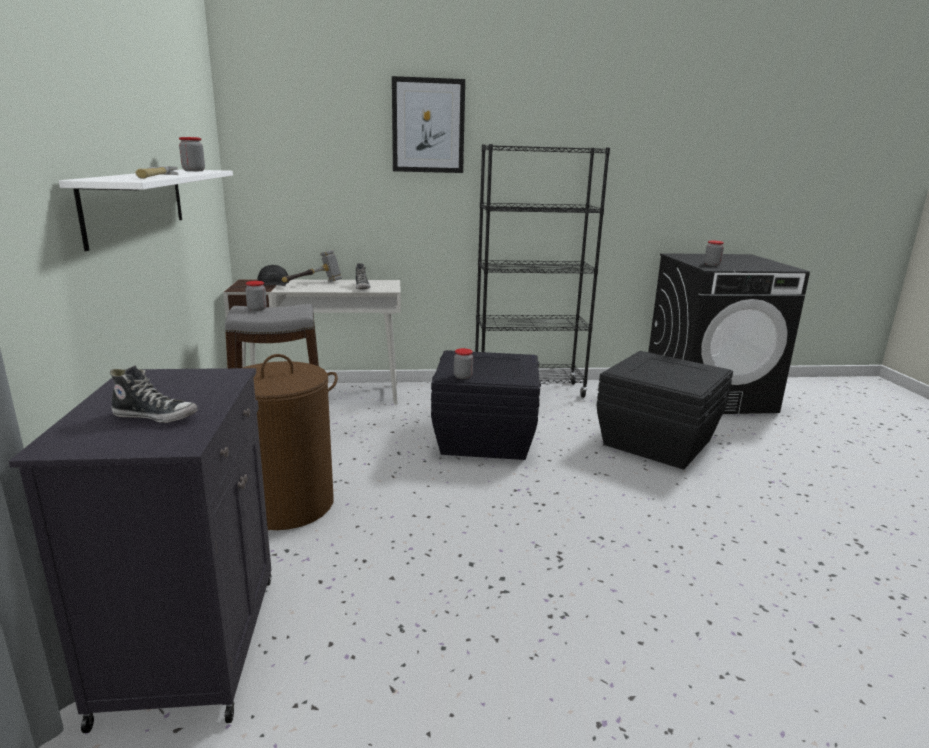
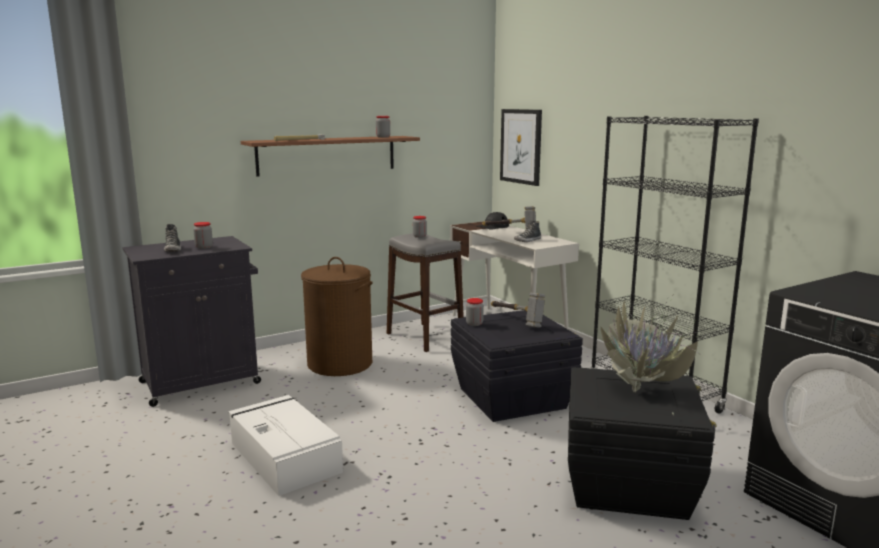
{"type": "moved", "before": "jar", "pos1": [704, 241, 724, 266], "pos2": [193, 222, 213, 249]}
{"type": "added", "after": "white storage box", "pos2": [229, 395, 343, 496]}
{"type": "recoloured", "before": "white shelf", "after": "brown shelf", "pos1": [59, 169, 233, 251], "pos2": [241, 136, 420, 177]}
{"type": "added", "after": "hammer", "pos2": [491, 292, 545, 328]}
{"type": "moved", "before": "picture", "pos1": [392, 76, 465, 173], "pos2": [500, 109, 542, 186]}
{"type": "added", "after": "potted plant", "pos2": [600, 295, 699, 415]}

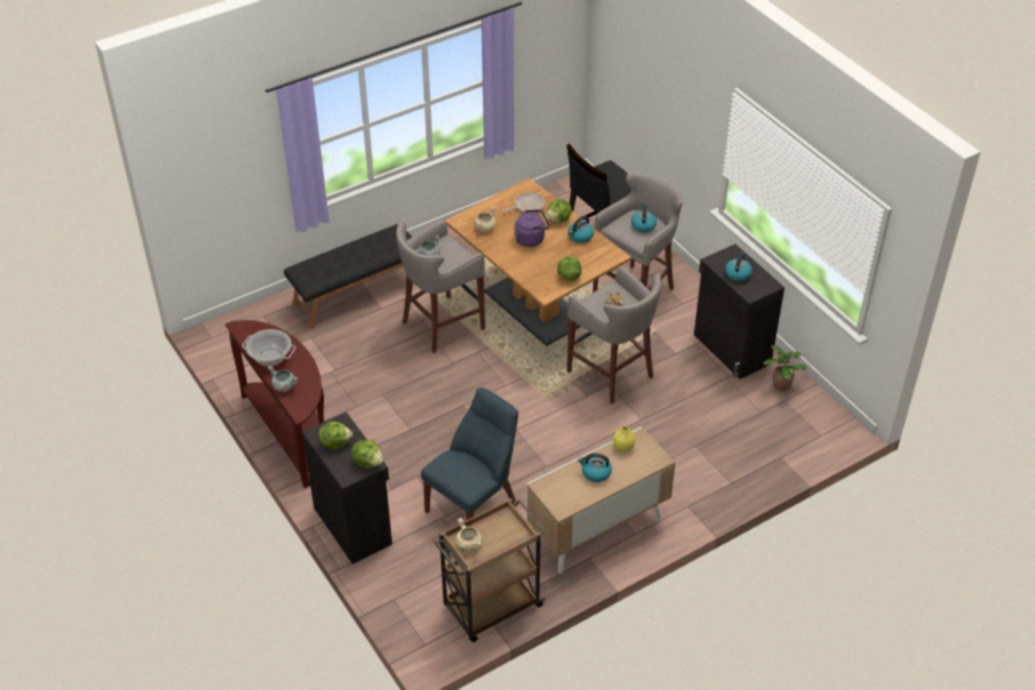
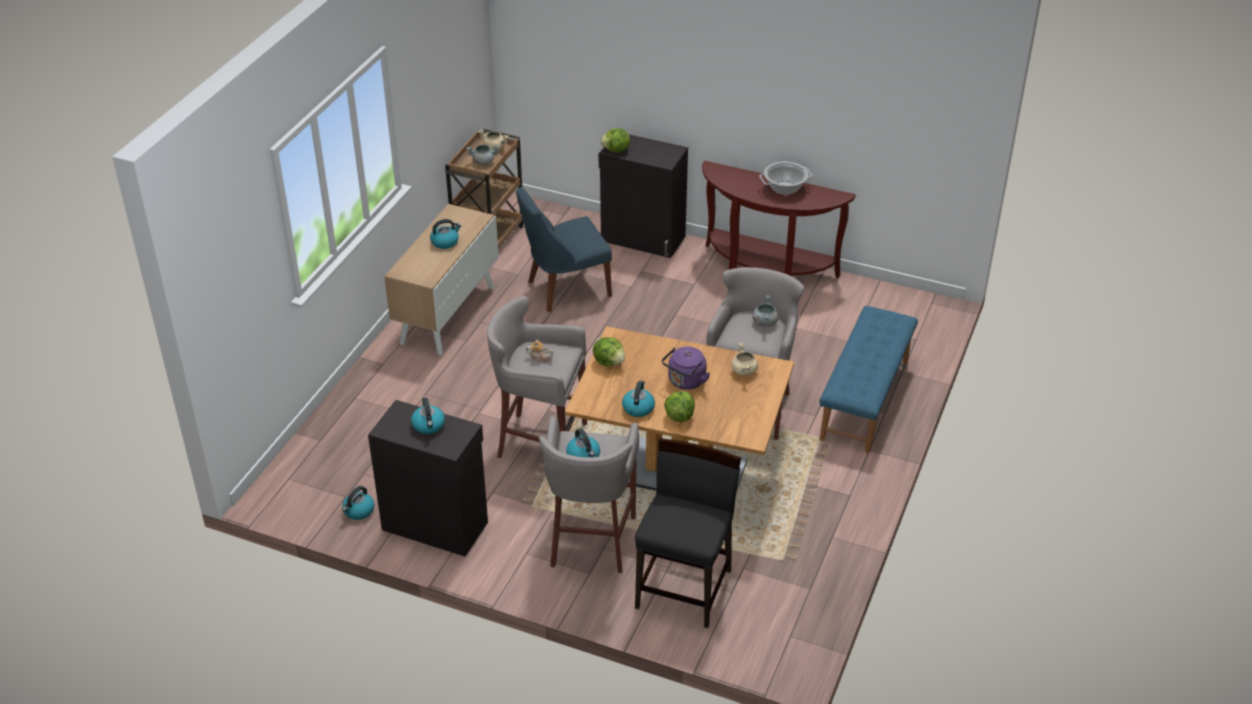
{"type": "replaced", "before": "potted plant", "after": "kettle", "pos1": [763, 345, 807, 391], "pos2": [342, 486, 374, 520]}
{"type": "moved", "before": "grey cooking pot", "pos1": [268, 366, 298, 392], "pos2": [466, 145, 499, 165]}
{"type": "turned", "before": "blue chair", "pos1": [421, 387, 518, 520], "pos2": [516, 187, 612, 312], "turn": 60}
{"type": "recoloured", "before": "black bench", "after": "blue bench", "pos1": [284, 224, 412, 329], "pos2": [819, 306, 918, 453]}
{"type": "removed", "before": "lettuce", "pos1": [319, 421, 353, 449]}
{"type": "removed", "before": "frying pan", "pos1": [502, 192, 545, 213]}
{"type": "removed", "before": "yellow vase", "pos1": [613, 426, 636, 452]}

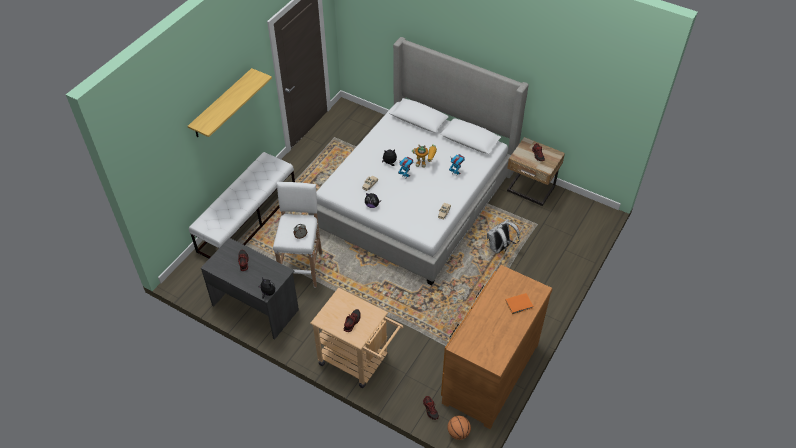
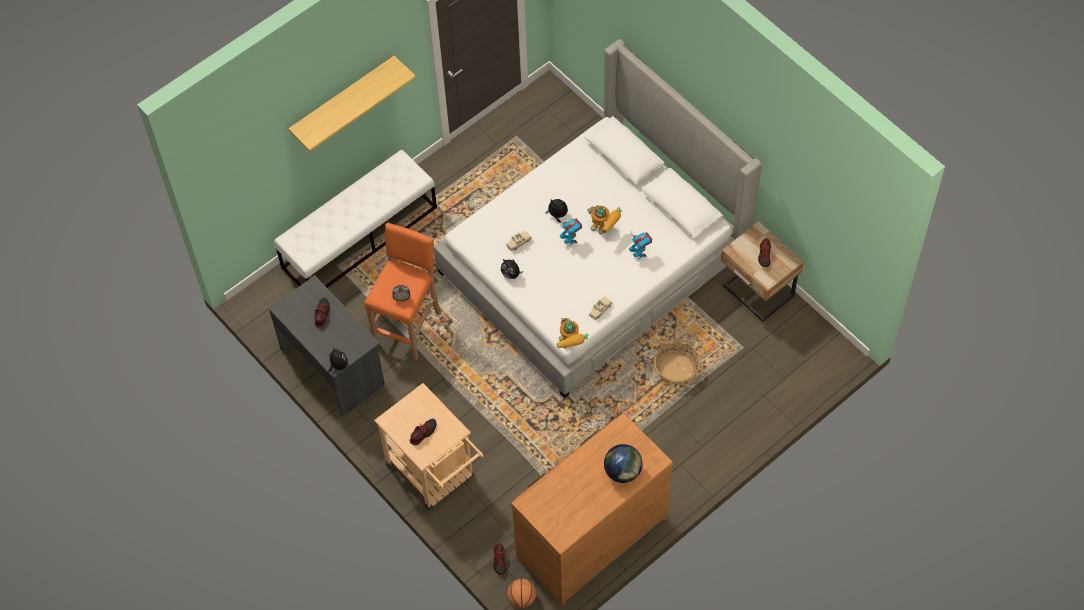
{"type": "recoloured", "before": "white stool", "after": "orange stool", "pos1": [273, 182, 322, 288], "pos2": [364, 222, 440, 360]}
{"type": "added", "after": "toy robot", "pos2": [557, 318, 588, 348]}
{"type": "replaced", "before": "orange book", "after": "globe", "pos1": [505, 293, 534, 314], "pos2": [604, 444, 643, 483]}
{"type": "replaced", "before": "white backpack", "after": "basket", "pos1": [487, 219, 520, 254], "pos2": [654, 341, 700, 384]}

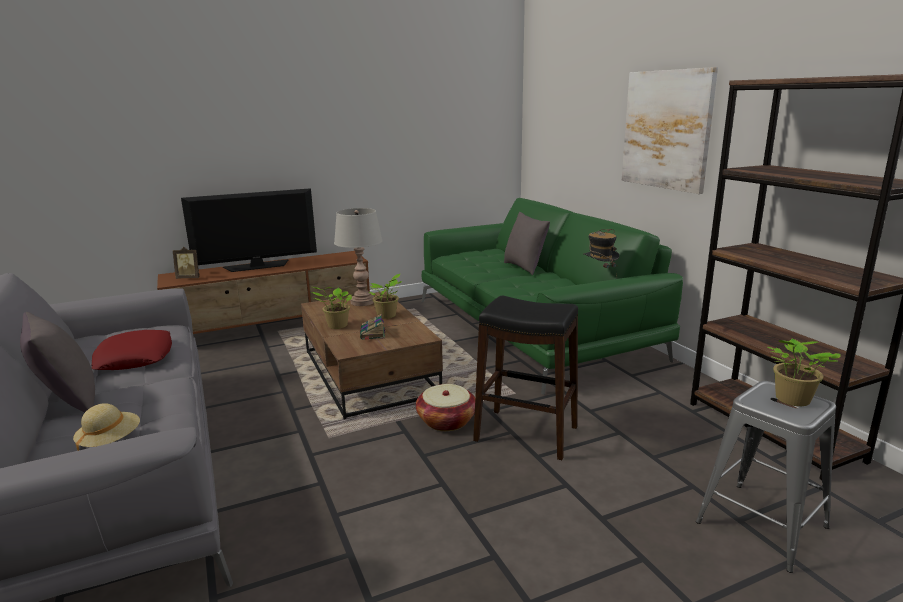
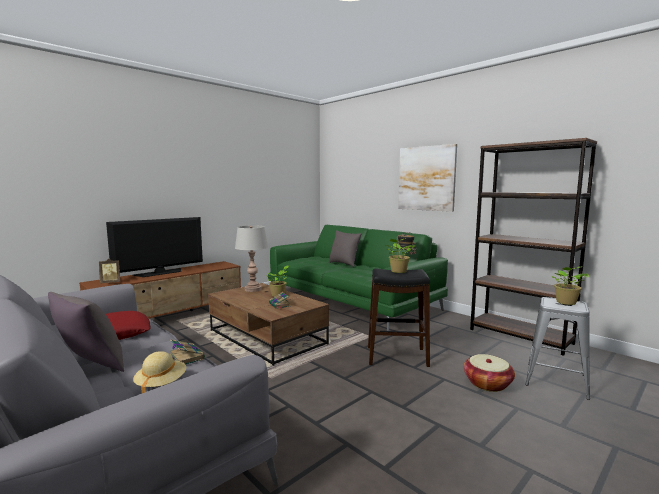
{"type": "added", "after": "book", "pos2": [170, 339, 205, 364]}
{"type": "moved", "before": "potted plant", "pos1": [312, 287, 352, 329], "pos2": [386, 238, 415, 273]}
{"type": "moved", "before": "basket", "pos1": [416, 384, 475, 431], "pos2": [463, 354, 515, 392]}

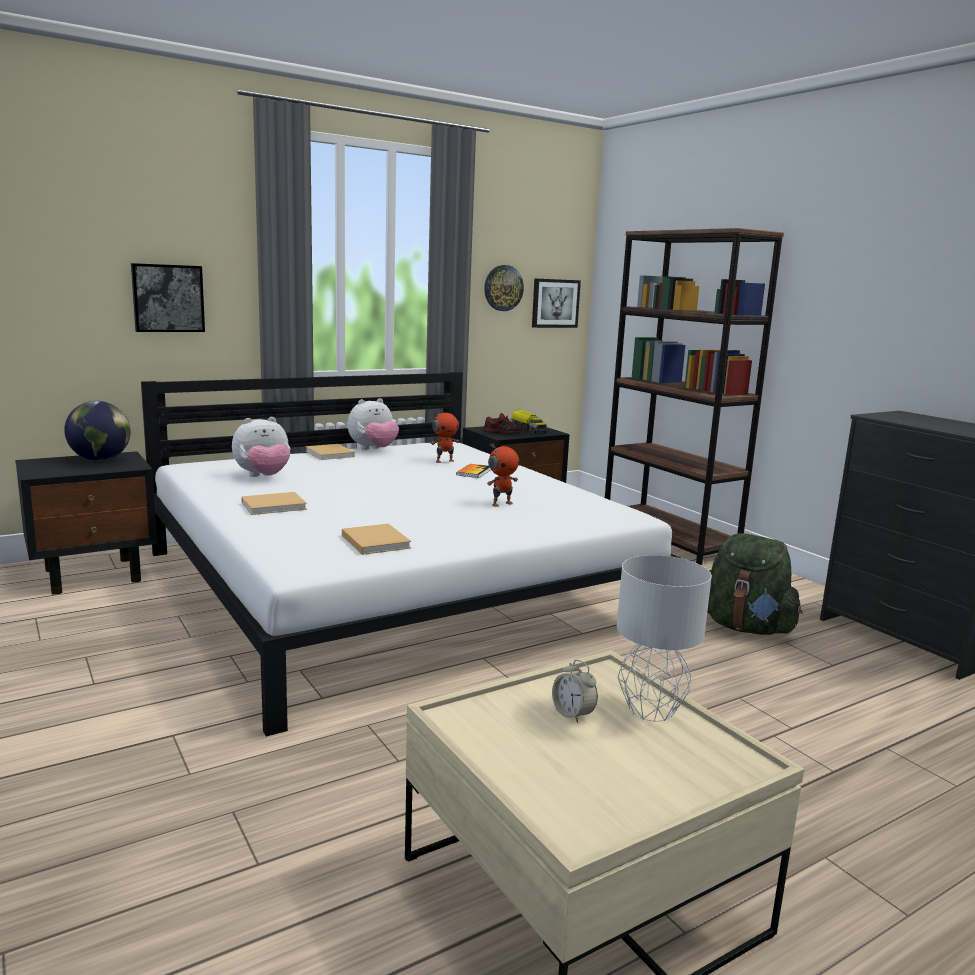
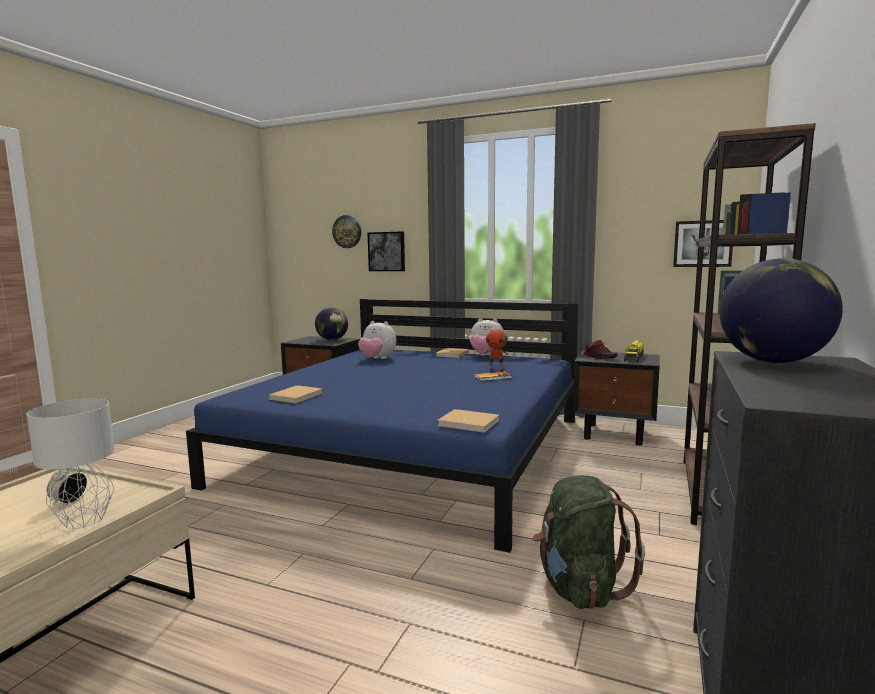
{"type": "recoloured", "before": "white bed", "after": "blue bed", "pos1": [141, 372, 680, 737], "pos2": [186, 299, 578, 553]}
{"type": "moved", "before": "wall clock", "pos1": [484, 265, 524, 311], "pos2": [332, 215, 361, 248]}
{"type": "moved", "before": "beige book", "pos1": [241, 492, 307, 515], "pos2": [437, 409, 499, 433]}
{"type": "added", "after": "globe", "pos2": [719, 258, 843, 363]}
{"type": "removed", "before": "toy robot", "pos1": [487, 444, 519, 507]}

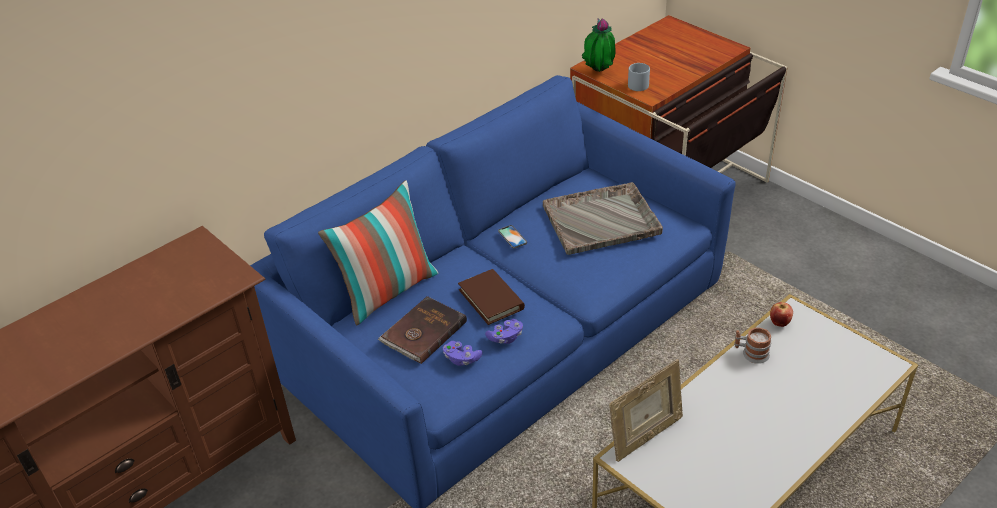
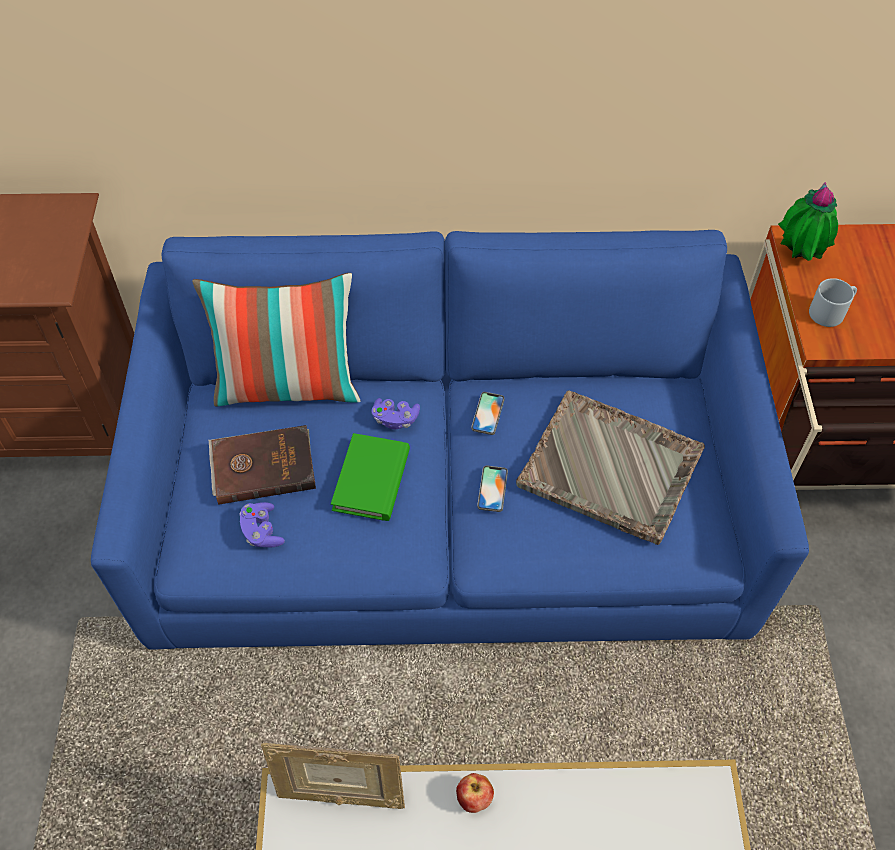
{"type": "recoloured", "before": "brown book", "after": "green book", "pos1": [458, 269, 525, 325], "pos2": [331, 433, 410, 521]}
{"type": "moved", "before": "purple game controller", "pos1": [485, 319, 523, 344], "pos2": [372, 398, 420, 429]}
{"type": "moved", "before": "apple", "pos1": [770, 302, 793, 327], "pos2": [456, 773, 494, 813]}
{"type": "added", "after": "phone", "pos2": [477, 466, 508, 512]}
{"type": "removed", "before": "mug", "pos1": [734, 327, 771, 364]}

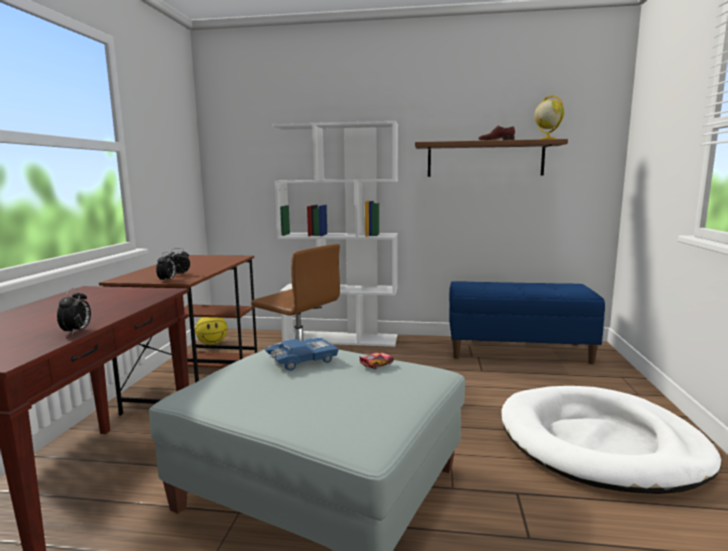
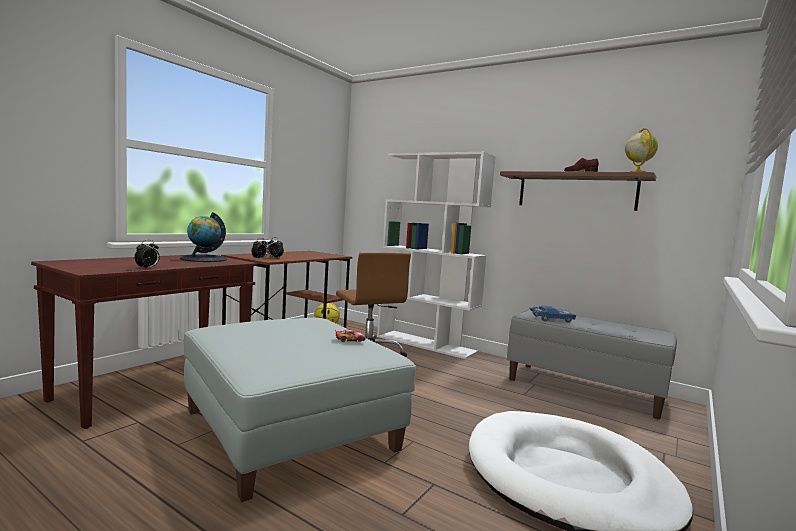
{"type": "added", "after": "globe", "pos2": [180, 212, 227, 262]}
{"type": "recoloured", "before": "blue bench", "after": "grey bench", "pos1": [449, 281, 605, 364], "pos2": [507, 309, 677, 419]}
{"type": "moved", "before": "blue toy car", "pos1": [264, 338, 339, 371], "pos2": [530, 305, 577, 323]}

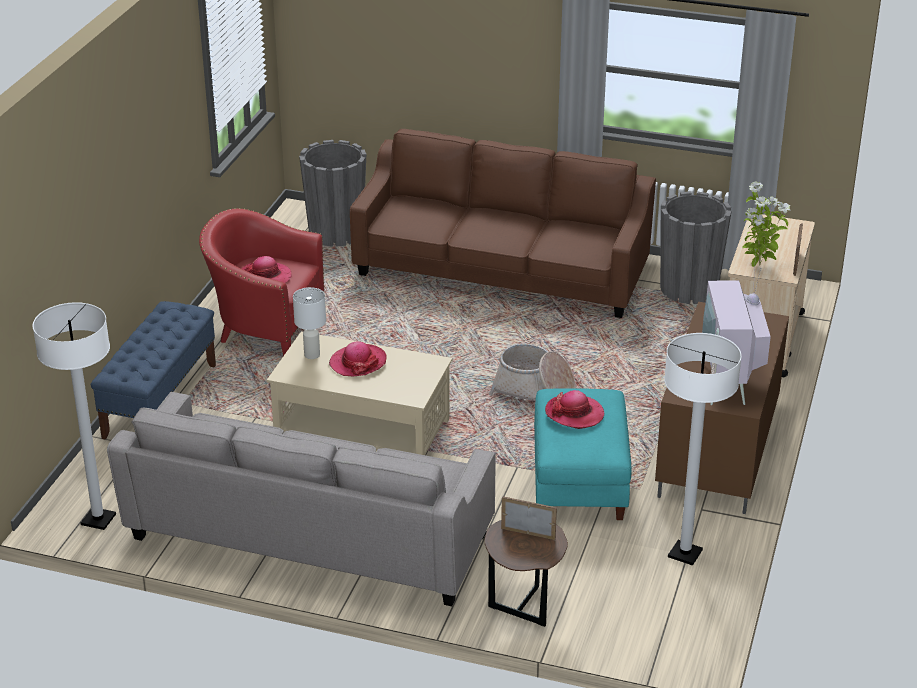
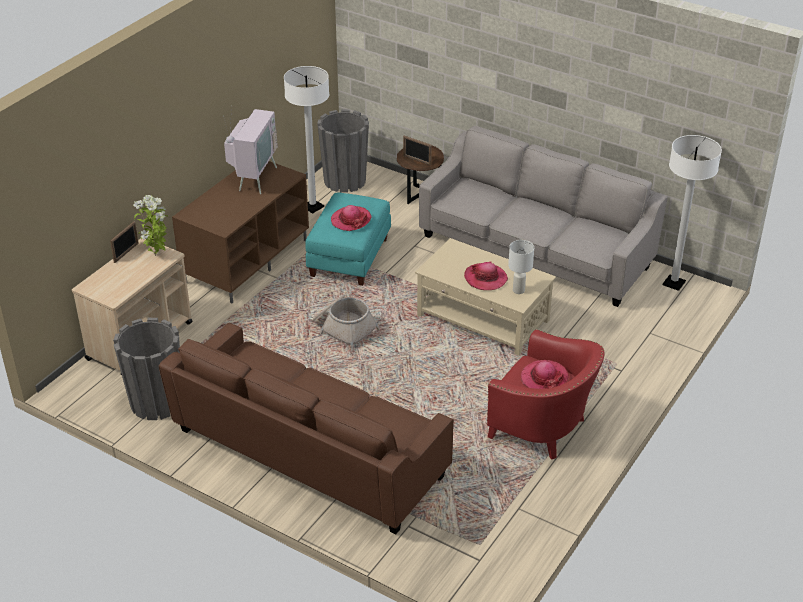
{"type": "moved", "before": "grey planter", "pos1": [299, 140, 366, 247], "pos2": [317, 109, 369, 193]}
{"type": "removed", "before": "blue bench", "pos1": [91, 301, 216, 440]}

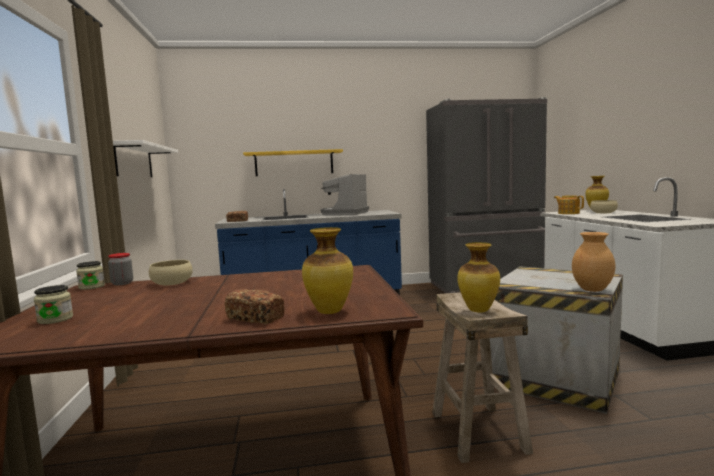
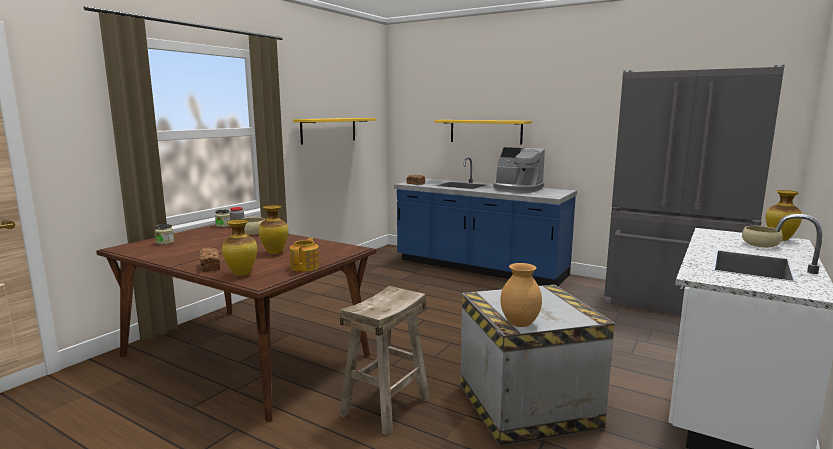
{"type": "moved", "before": "vase", "pos1": [457, 242, 500, 313], "pos2": [258, 205, 289, 254]}
{"type": "moved", "before": "teapot", "pos1": [554, 195, 584, 214], "pos2": [290, 238, 320, 272]}
{"type": "recoloured", "before": "white shelf", "after": "yellow shelf", "pos1": [113, 140, 178, 177], "pos2": [293, 118, 376, 145]}
{"type": "turned", "before": "coffee machine", "pos1": [321, 174, 369, 215], "pos2": [493, 147, 545, 193], "turn": -120}

